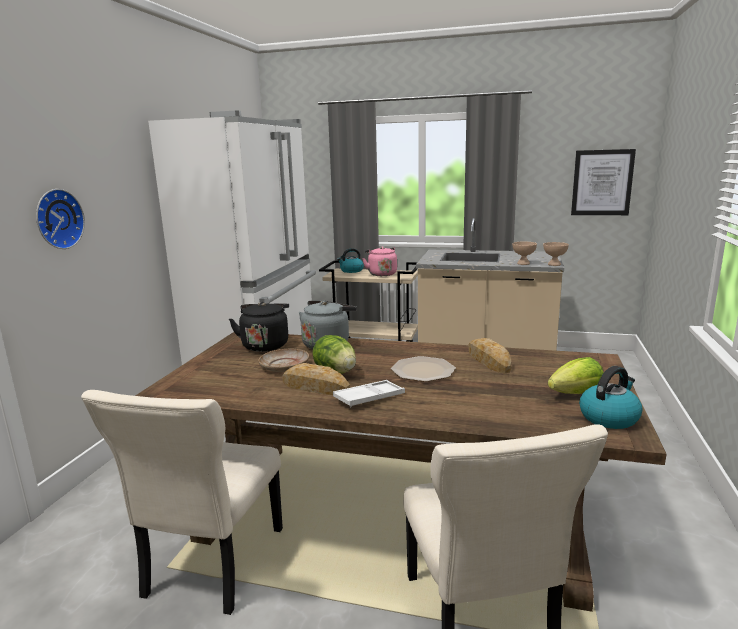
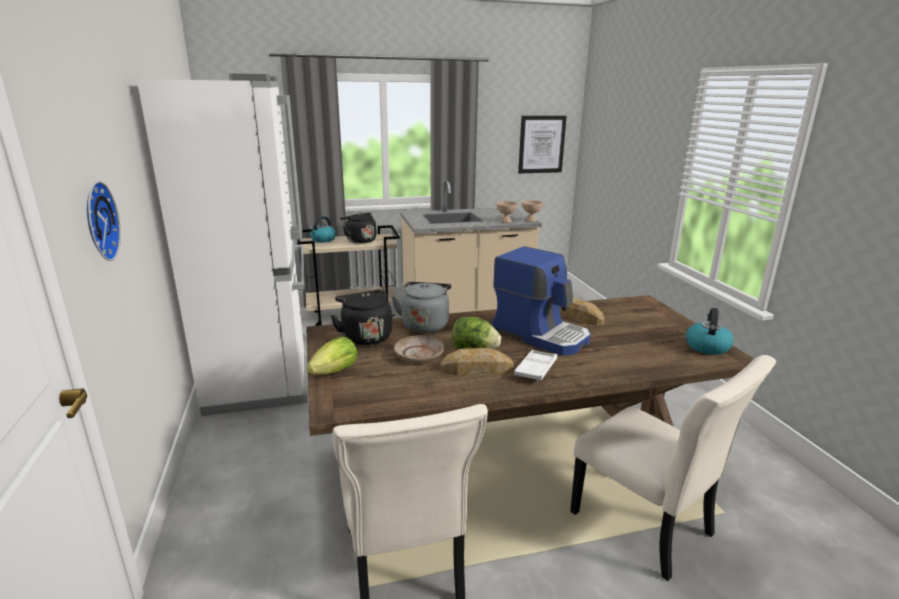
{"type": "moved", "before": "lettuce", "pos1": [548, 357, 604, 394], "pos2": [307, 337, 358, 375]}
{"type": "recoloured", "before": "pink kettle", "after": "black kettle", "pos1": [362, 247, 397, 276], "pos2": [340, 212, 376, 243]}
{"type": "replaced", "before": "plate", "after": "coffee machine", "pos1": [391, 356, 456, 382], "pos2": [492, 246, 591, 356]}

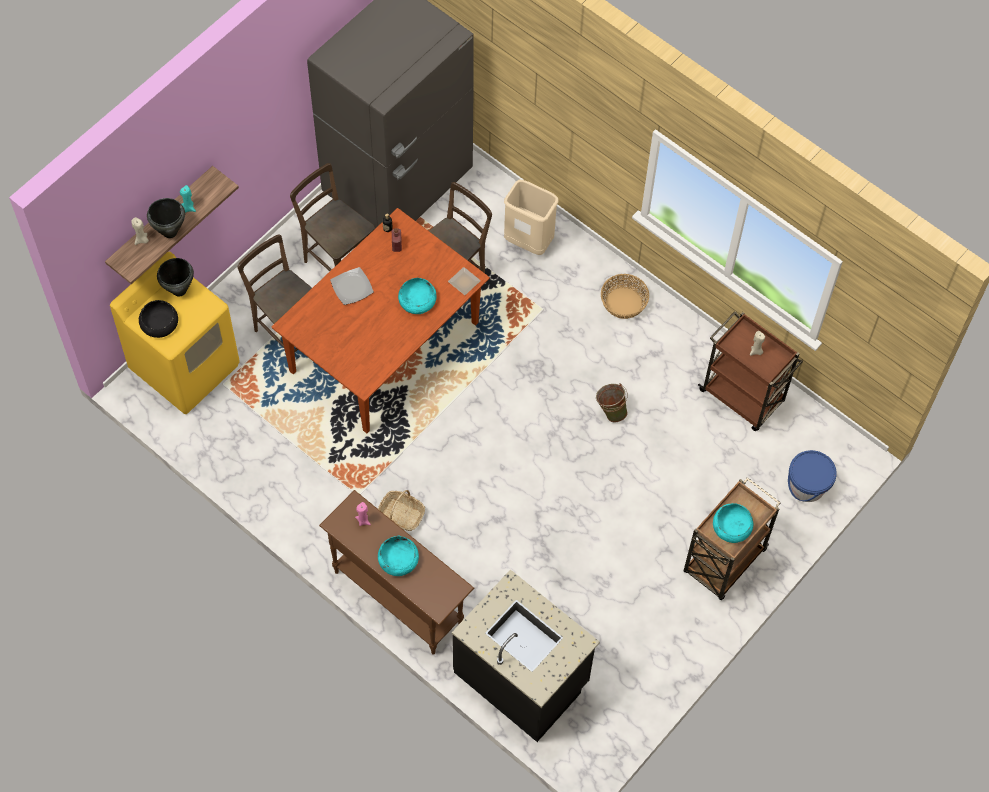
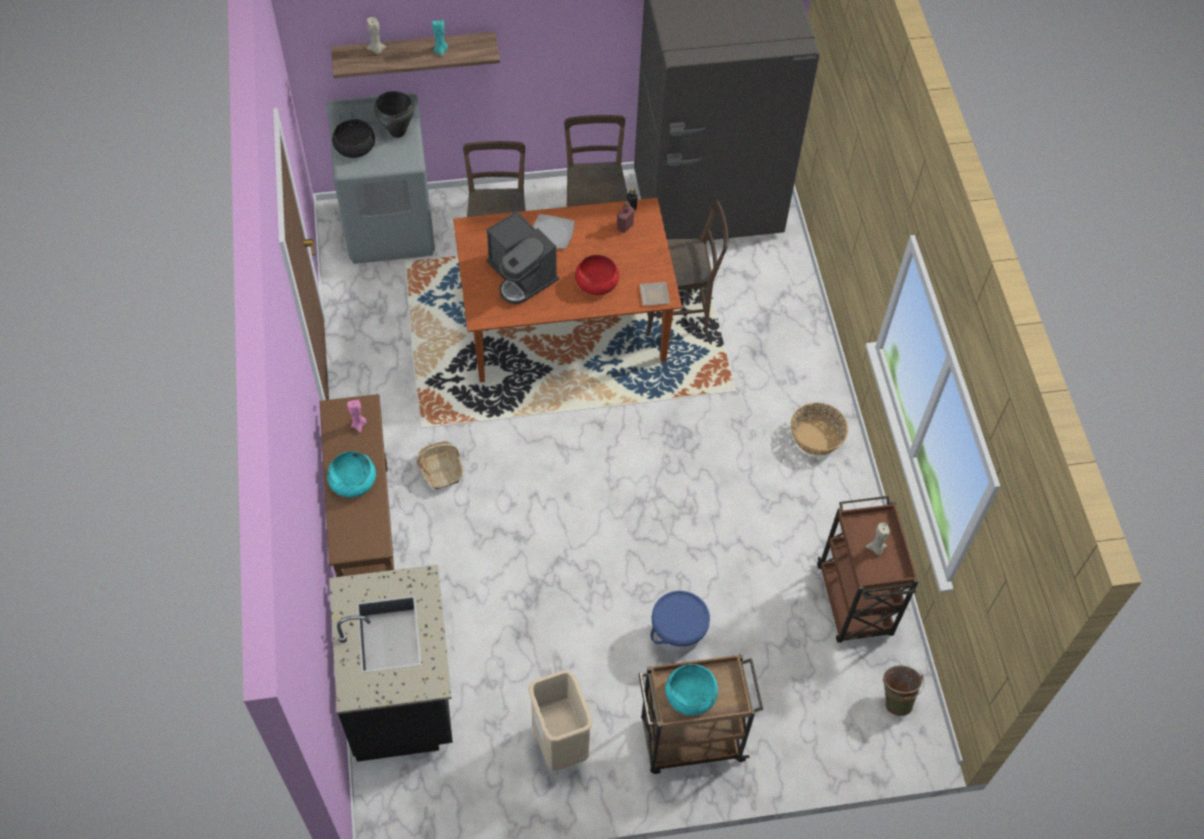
{"type": "recoloured", "before": "yellow washing machine", "after": "grey washing machine", "pos1": [110, 252, 240, 414], "pos2": [326, 93, 435, 264]}
{"type": "added", "after": "coffee machine", "pos2": [487, 211, 559, 304]}
{"type": "moved", "before": "beige trash can", "pos1": [504, 180, 559, 255], "pos2": [529, 670, 592, 771]}
{"type": "recoloured", "before": "turquoise bowl", "after": "red bowl", "pos1": [398, 278, 437, 314], "pos2": [575, 255, 619, 295]}
{"type": "moved", "before": "blue bucket", "pos1": [788, 450, 837, 502], "pos2": [651, 591, 710, 655]}
{"type": "moved", "before": "green bucket", "pos1": [596, 383, 628, 422], "pos2": [883, 665, 924, 716]}
{"type": "removed", "before": "black cooking pot", "pos1": [147, 198, 185, 238]}

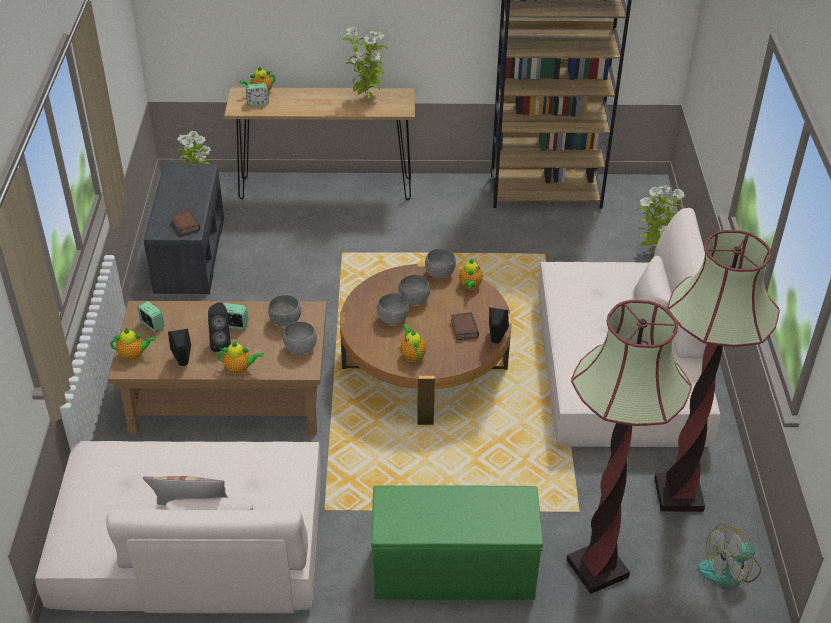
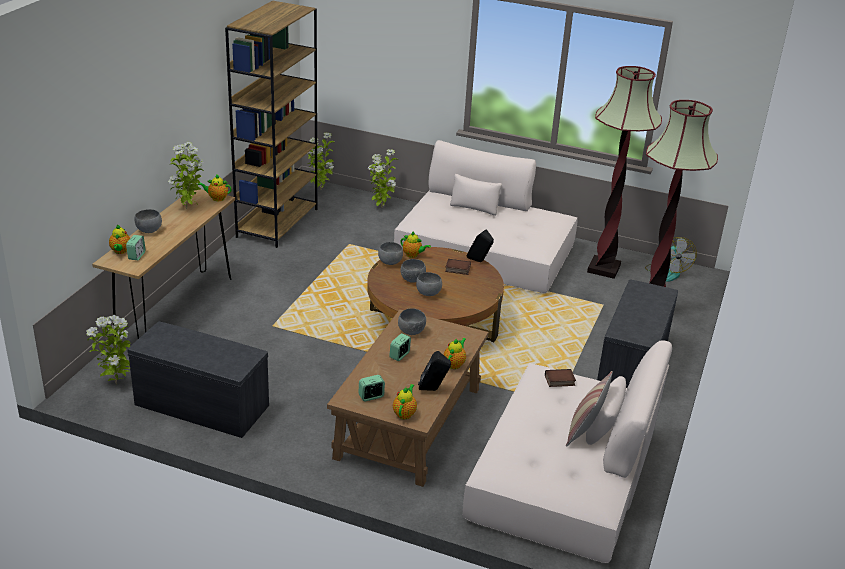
{"type": "moved", "before": "grey bowl", "pos1": [283, 322, 317, 354], "pos2": [134, 209, 162, 233]}
{"type": "moved", "before": "teapot", "pos1": [400, 324, 426, 362], "pos2": [197, 175, 232, 201]}
{"type": "added", "after": "potted plant", "pos2": [308, 133, 334, 189]}
{"type": "moved", "before": "book", "pos1": [171, 210, 200, 236], "pos2": [545, 369, 576, 387]}
{"type": "recoloured", "before": "green bench", "after": "grey bench", "pos1": [371, 485, 543, 600], "pos2": [597, 279, 678, 388]}
{"type": "removed", "before": "black speaker", "pos1": [208, 302, 231, 352]}

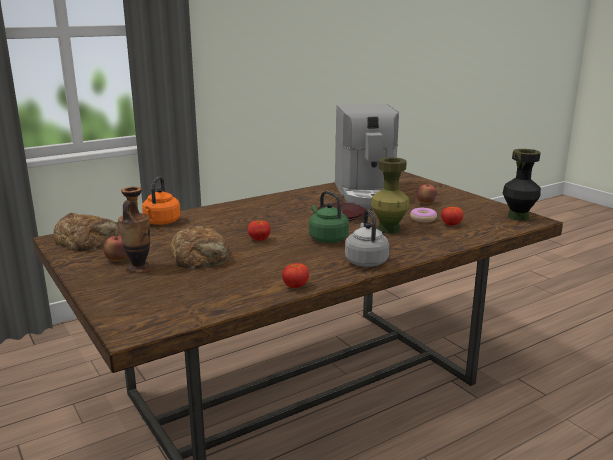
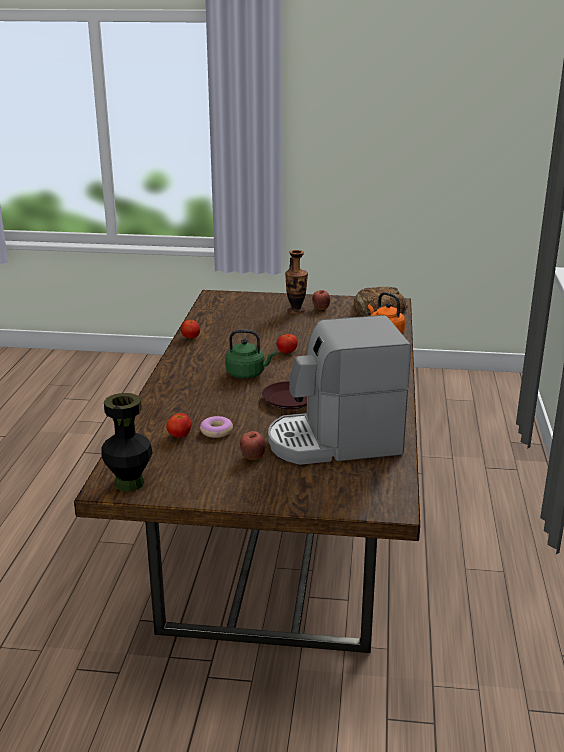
{"type": "turned", "before": "coffee machine", "pos1": [335, 104, 399, 209], "pos2": [268, 315, 411, 465], "turn": -45}
{"type": "removed", "before": "bread", "pos1": [170, 224, 229, 269]}
{"type": "removed", "before": "grey kettle", "pos1": [345, 209, 389, 267]}
{"type": "removed", "before": "green vase", "pos1": [371, 157, 410, 234]}

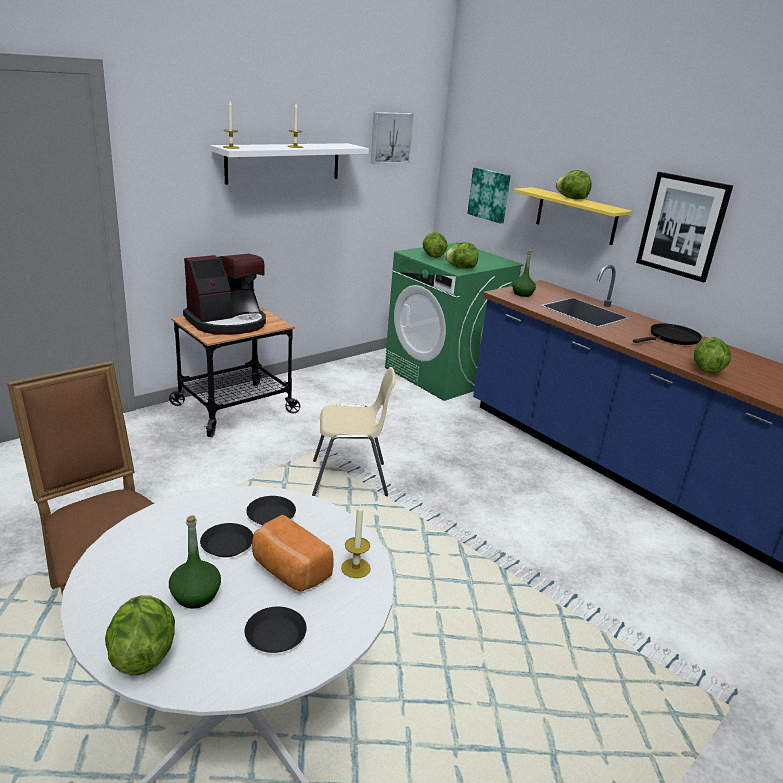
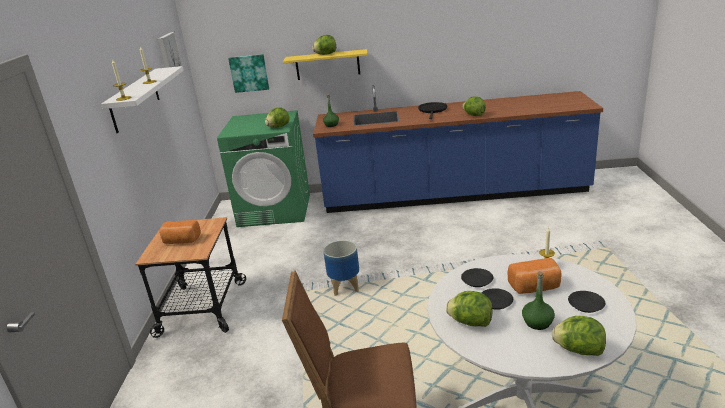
{"type": "replaced", "before": "coffee machine", "after": "bread", "pos1": [183, 253, 266, 335], "pos2": [159, 220, 201, 244]}
{"type": "replaced", "before": "beige chair", "after": "planter", "pos1": [312, 367, 396, 496], "pos2": [323, 240, 359, 296]}
{"type": "moved", "before": "lettuce", "pos1": [423, 232, 447, 258], "pos2": [446, 291, 493, 327]}
{"type": "removed", "before": "picture", "pos1": [636, 172, 733, 283]}

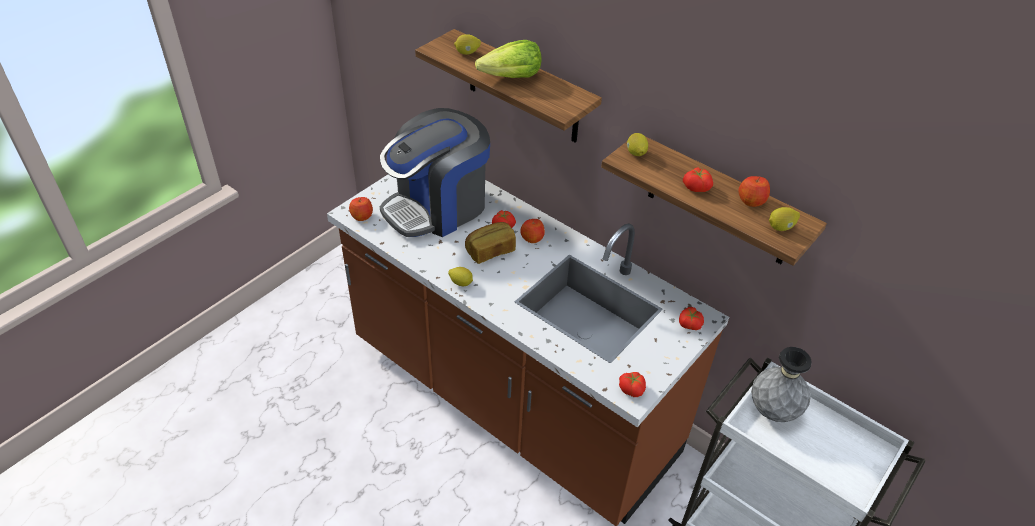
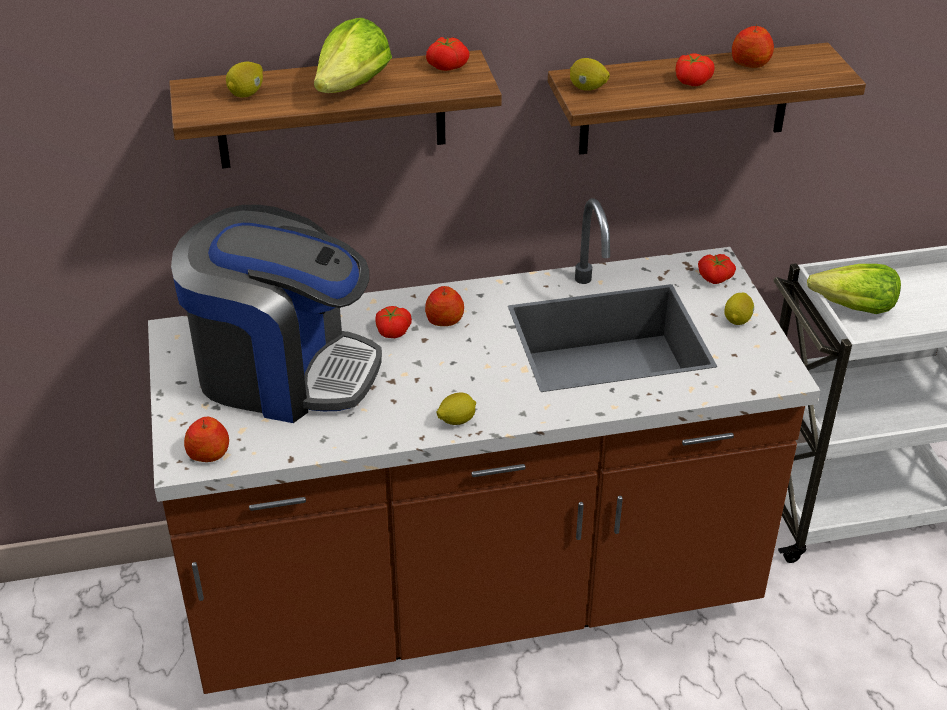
{"type": "turned", "before": "coffee machine", "pos1": [380, 108, 490, 237], "pos2": [171, 205, 382, 423], "turn": -75}
{"type": "moved", "before": "tomato", "pos1": [619, 372, 646, 397], "pos2": [426, 37, 470, 71]}
{"type": "moved", "before": "lemon", "pos1": [769, 207, 800, 231], "pos2": [724, 293, 754, 325]}
{"type": "replaced", "before": "grey vase", "after": "lettuce", "pos1": [751, 347, 812, 422], "pos2": [807, 264, 901, 314]}
{"type": "removed", "before": "bread", "pos1": [465, 222, 516, 264]}

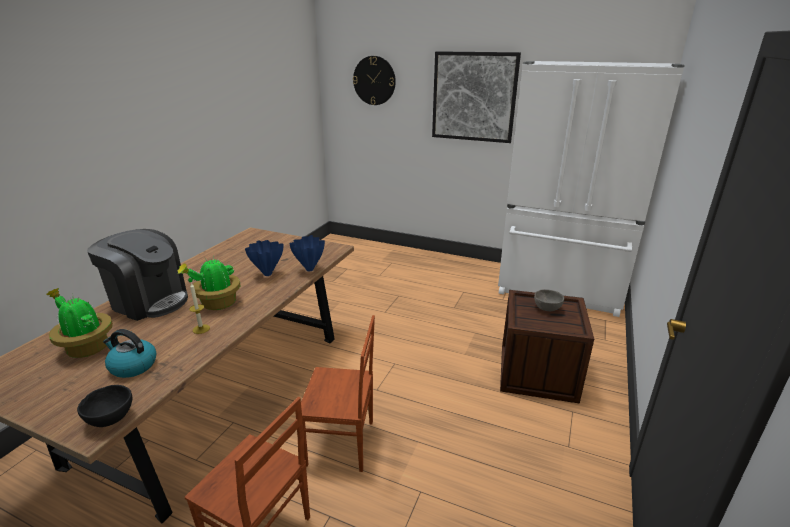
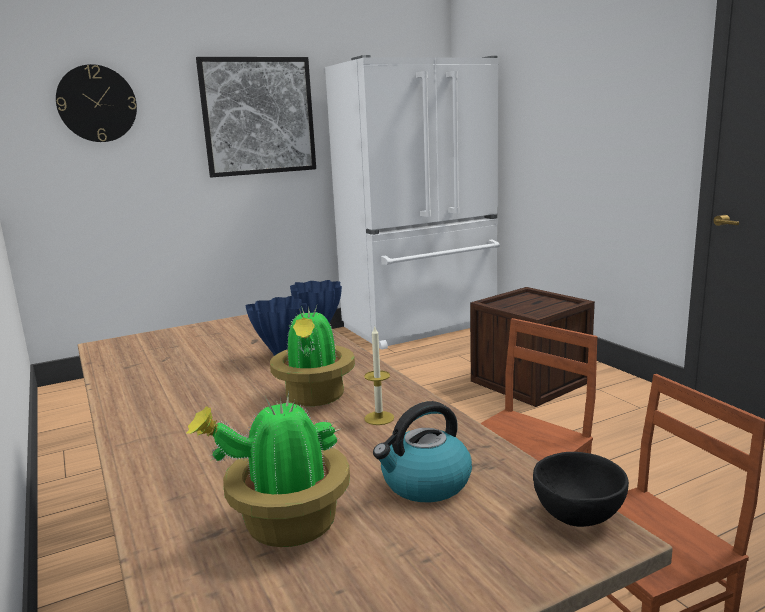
{"type": "removed", "before": "coffee machine", "pos1": [87, 229, 188, 321]}
{"type": "removed", "before": "grey bowl", "pos1": [534, 289, 564, 311]}

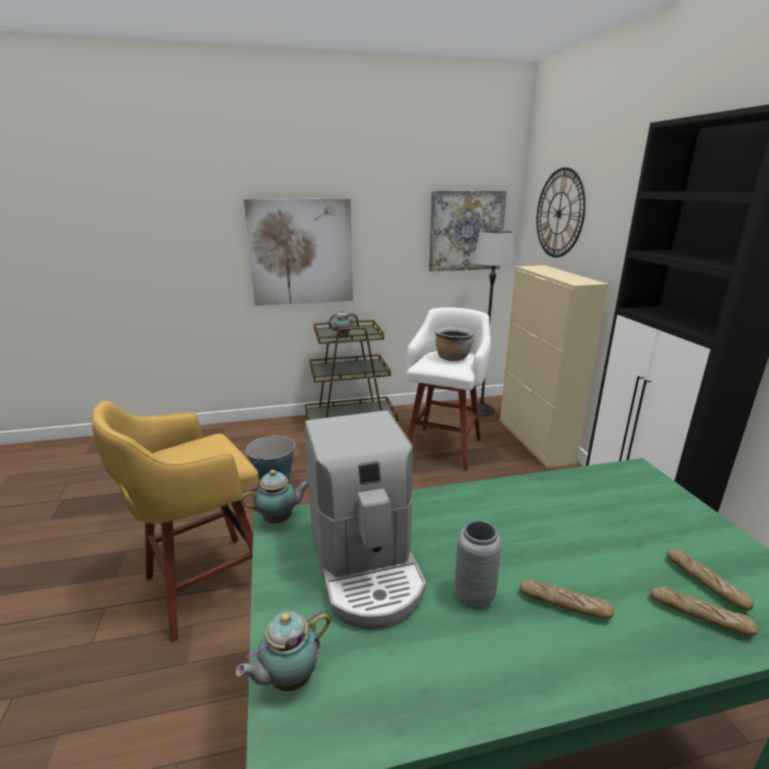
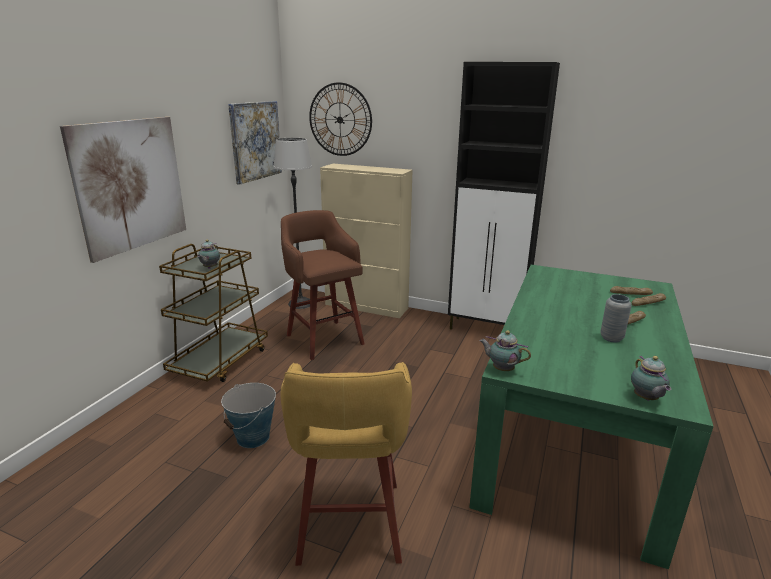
{"type": "recoloured", "before": "white stool", "after": "brown stool", "pos1": [406, 307, 491, 471], "pos2": [281, 210, 365, 360]}
{"type": "turned", "before": "teapot", "pos1": [240, 470, 309, 524], "pos2": [479, 330, 531, 371], "turn": -75}
{"type": "removed", "before": "coffee machine", "pos1": [305, 410, 426, 629]}
{"type": "removed", "before": "brown cooking pot", "pos1": [434, 327, 474, 361]}

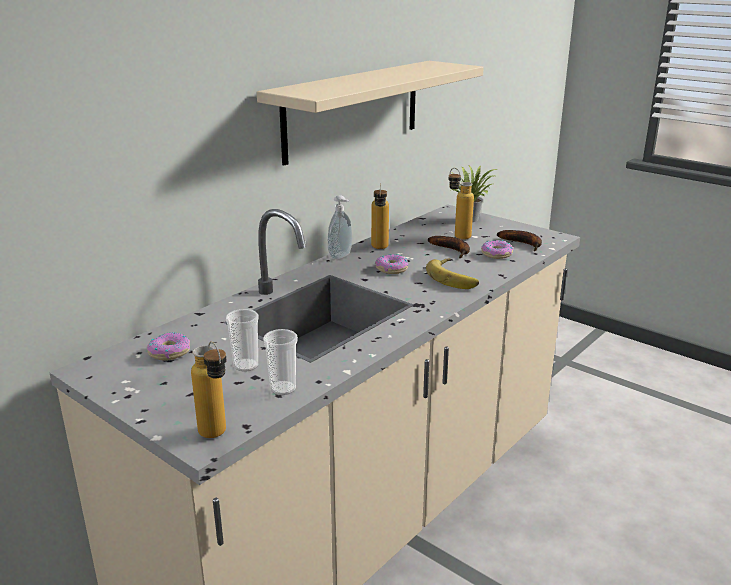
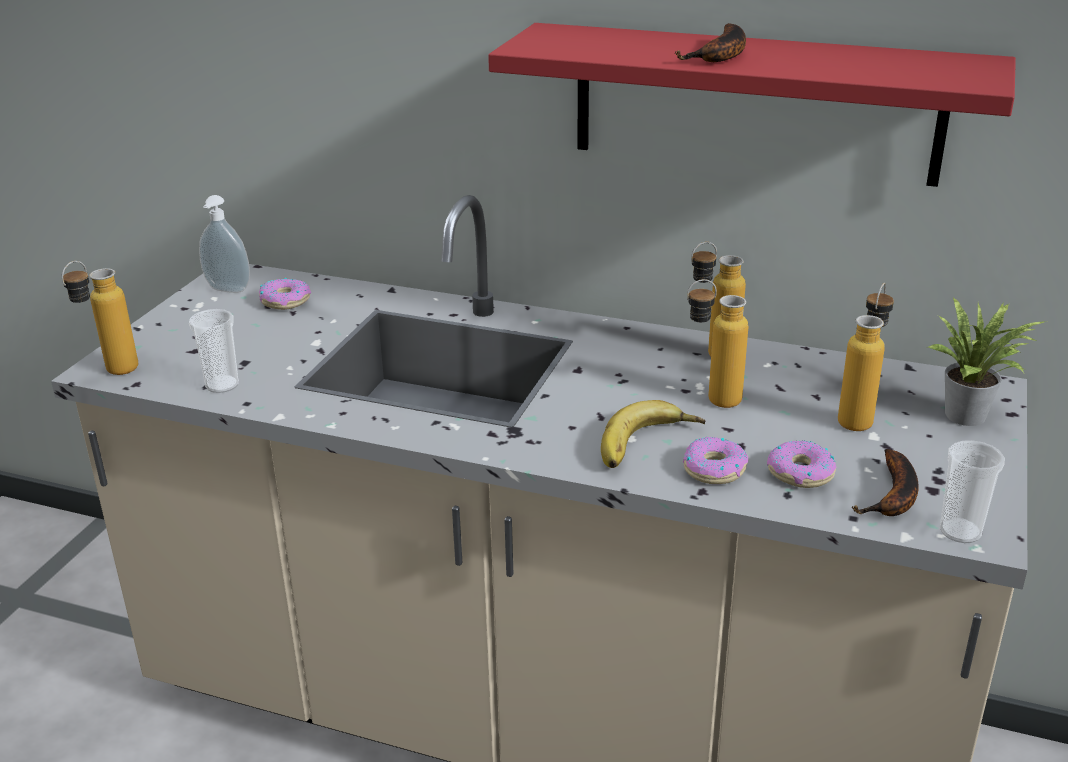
{"type": "moved", "before": "soap dispenser", "pos1": [328, 195, 352, 260], "pos2": [199, 195, 250, 293]}
{"type": "recoloured", "before": "beige shelf", "after": "red shelf", "pos1": [257, 61, 484, 165], "pos2": [488, 23, 1016, 187]}
{"type": "moved", "before": "banana", "pos1": [428, 236, 470, 258], "pos2": [675, 23, 746, 62]}
{"type": "moved", "before": "donut", "pos1": [375, 254, 408, 274], "pos2": [683, 437, 748, 484]}
{"type": "added", "after": "bottle", "pos2": [687, 279, 748, 408]}
{"type": "moved", "before": "cup", "pos1": [226, 309, 259, 372], "pos2": [940, 440, 1005, 543]}

